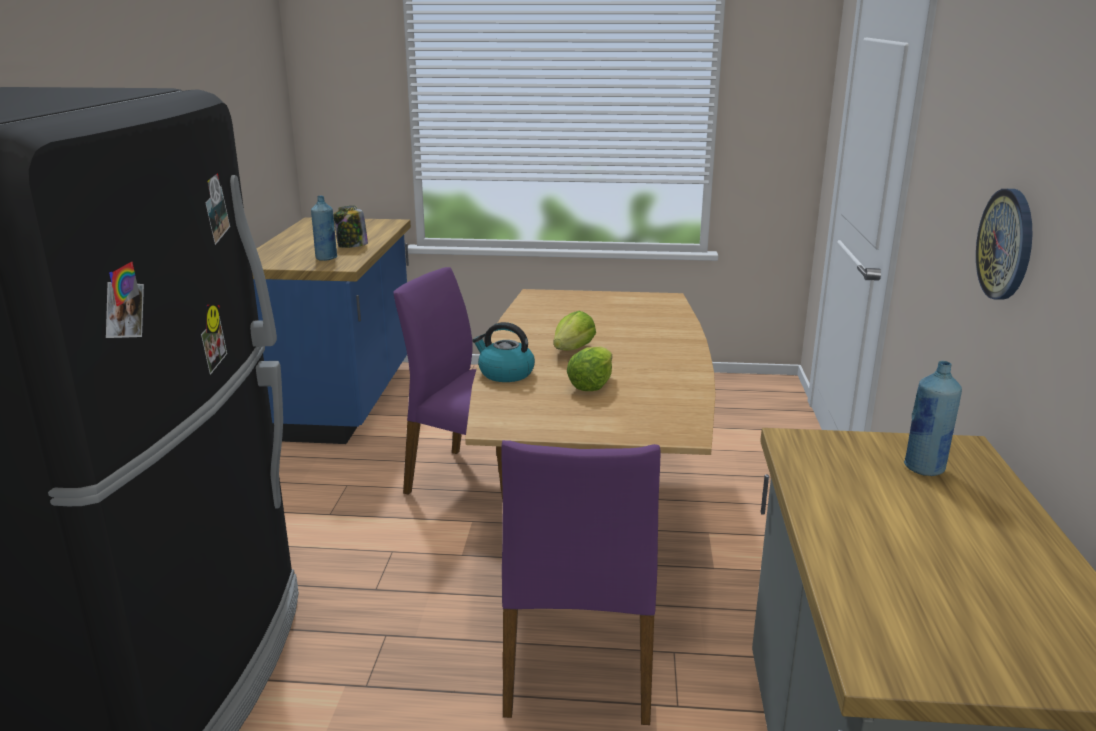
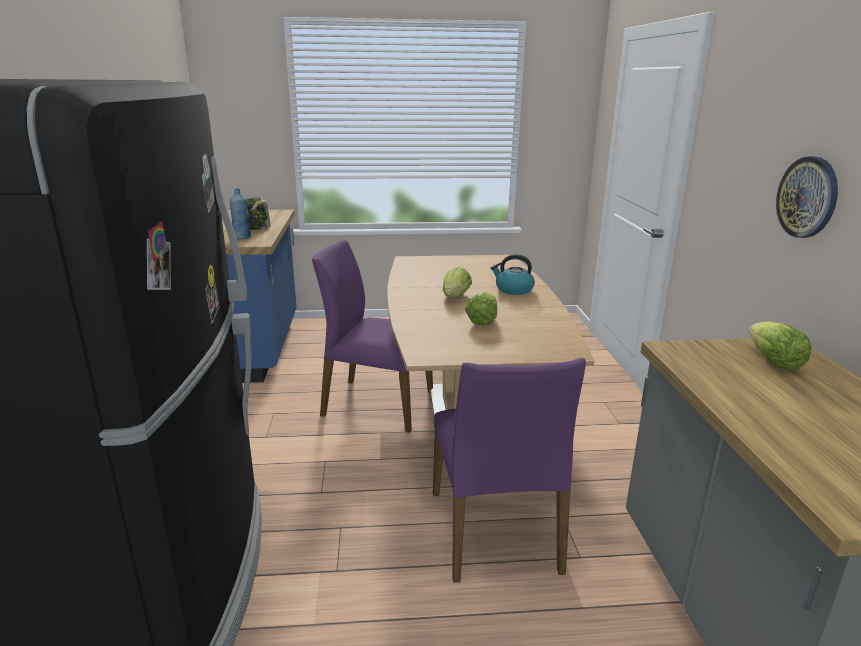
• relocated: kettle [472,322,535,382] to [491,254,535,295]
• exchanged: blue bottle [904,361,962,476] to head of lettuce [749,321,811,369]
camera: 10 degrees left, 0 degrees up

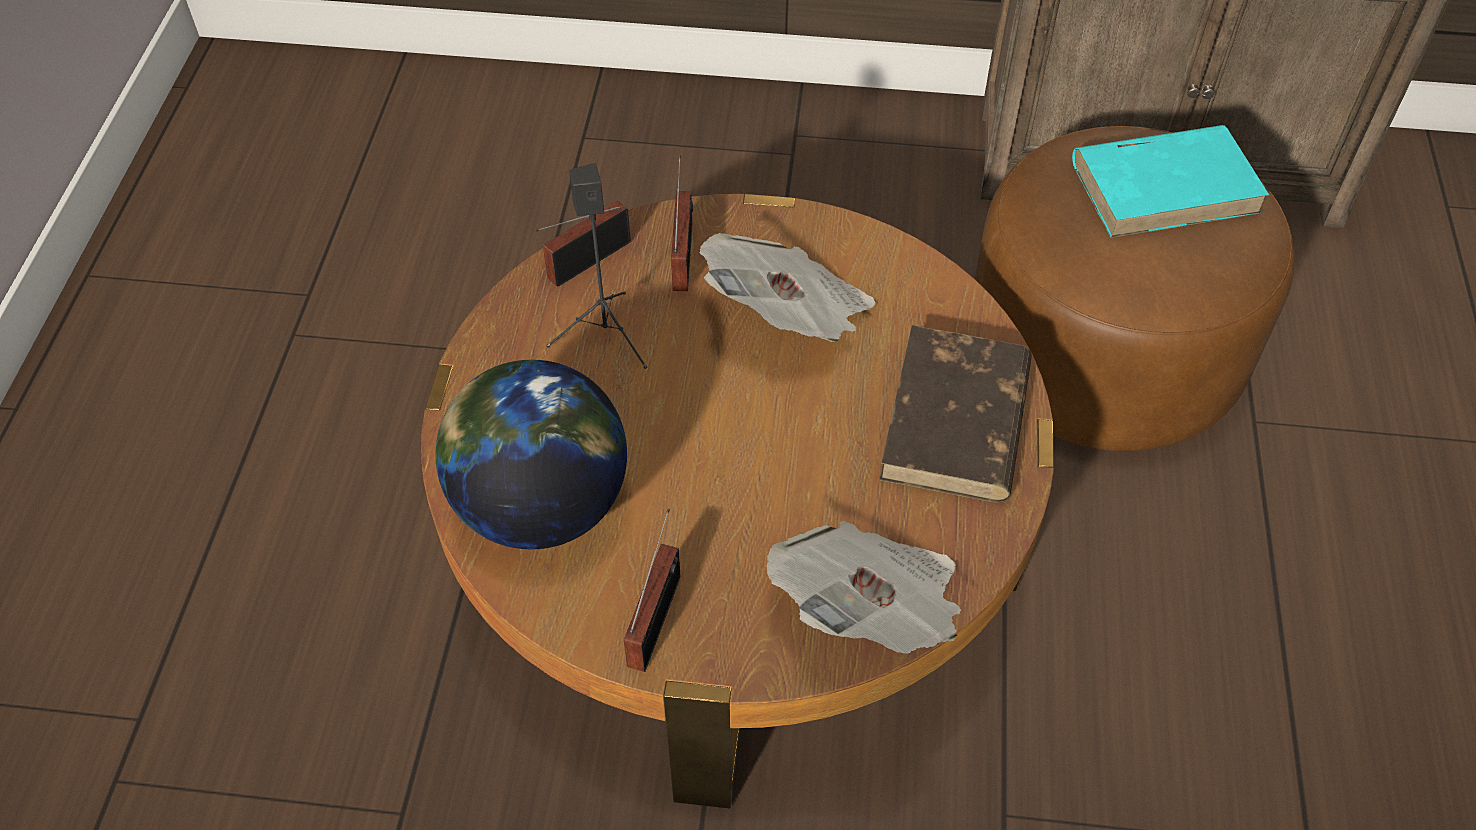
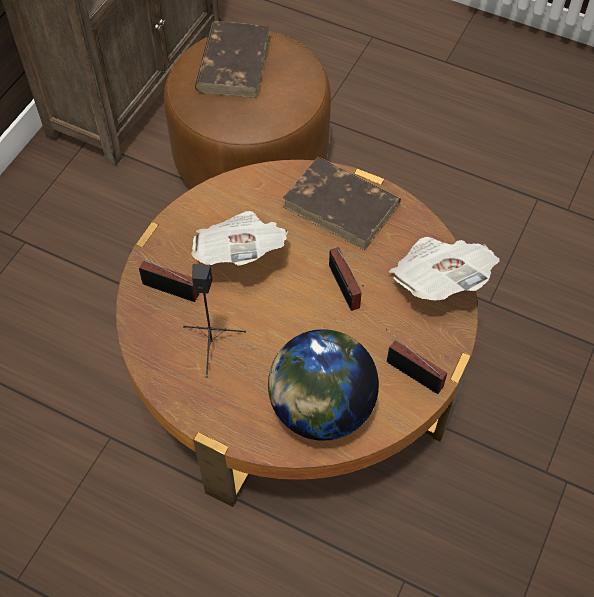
• colour: blue-green book [1072,125,1269,238] to brown-coloured book [195,21,270,98]
• relocated: radio receiver [535,201,631,287] to [329,247,364,311]
camera: 70 degrees left, 5 degrees up

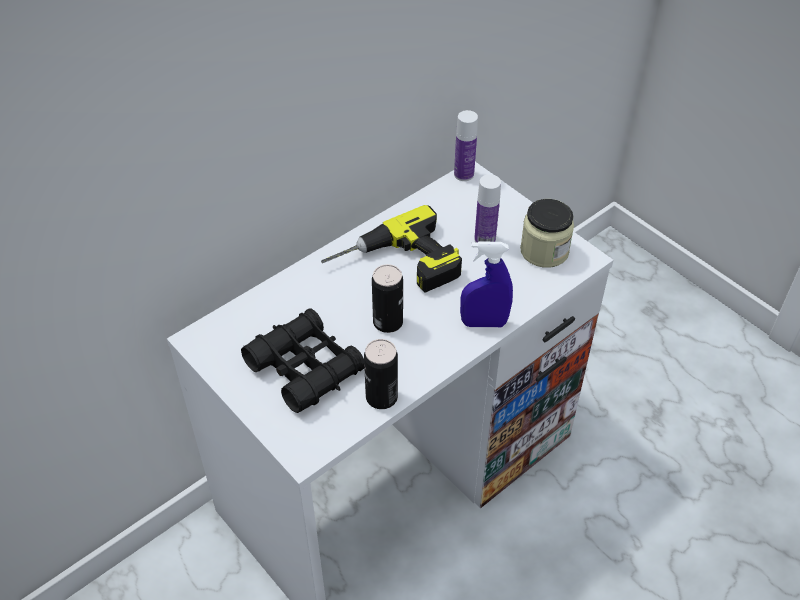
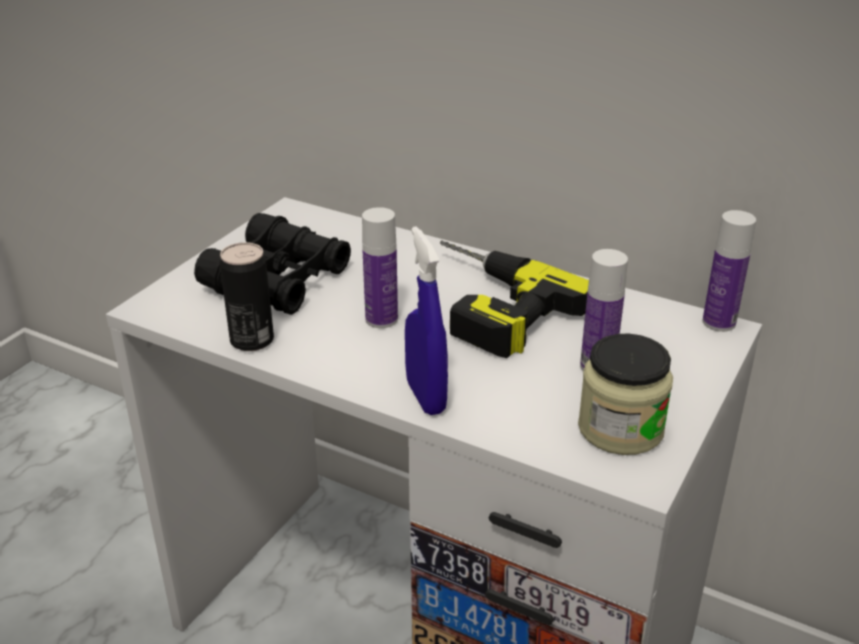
• exchanged: metal can [372,264,403,333] to bottle [362,207,398,328]
camera: 70 degrees right, 15 degrees down

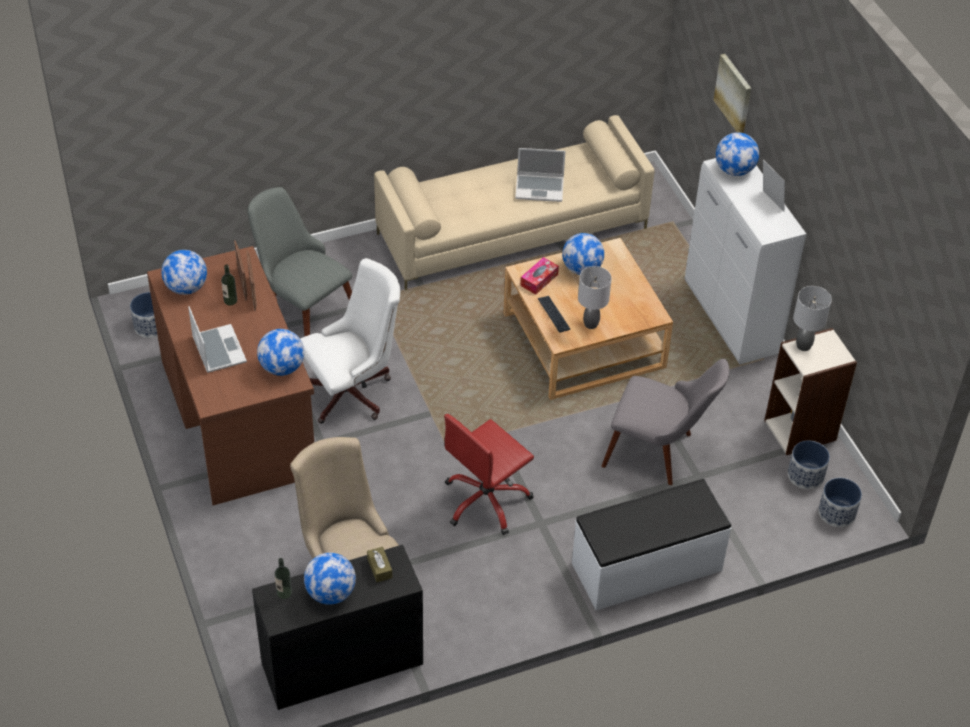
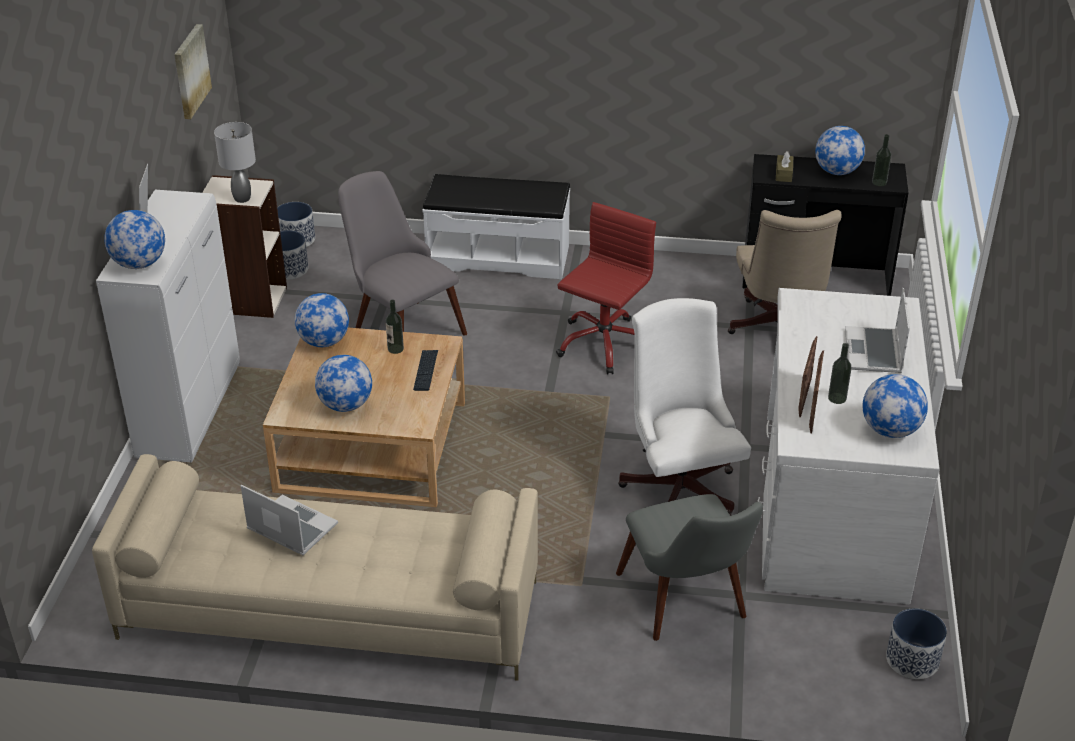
• relocated: picture [714,54,751,133] to [174,24,212,119]
• relocated: globe [257,329,304,376] to [295,293,349,347]
• exchanged: greyish lamp for a table [578,266,612,329] to bottle [386,300,404,354]
• spun: red office chair [444,414,534,535] = [556,202,656,374] 45 degrees counterclockwise
• spun: white-coloured office chair [300,258,400,424] = [618,298,751,516] 75 degrees clockwise
• colour: brown-coloured desk table [147,246,314,505] to white-coloured desk table [757,288,940,604]
• missing: tissue holder [520,257,559,295]
camera: 150 degrees left, 10 degrees down

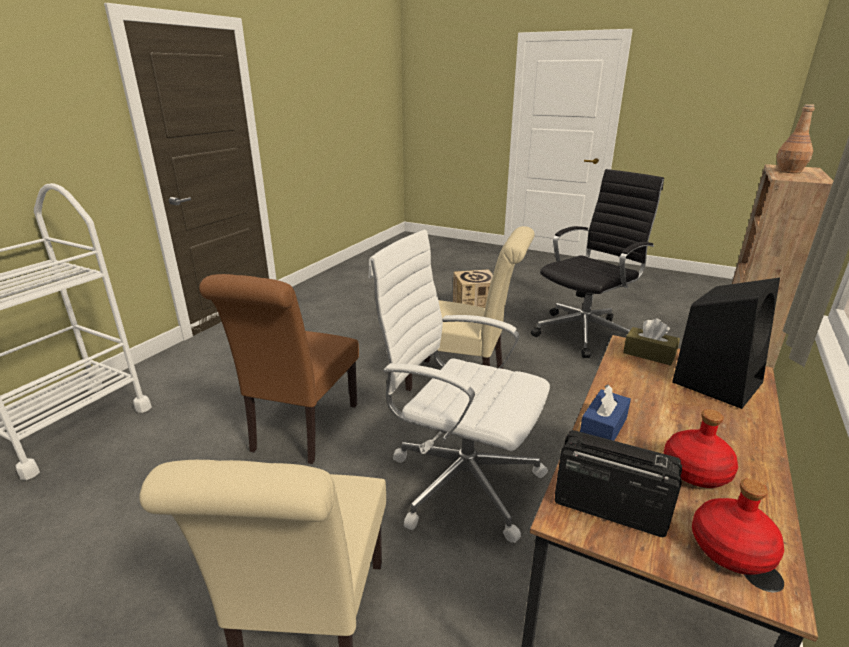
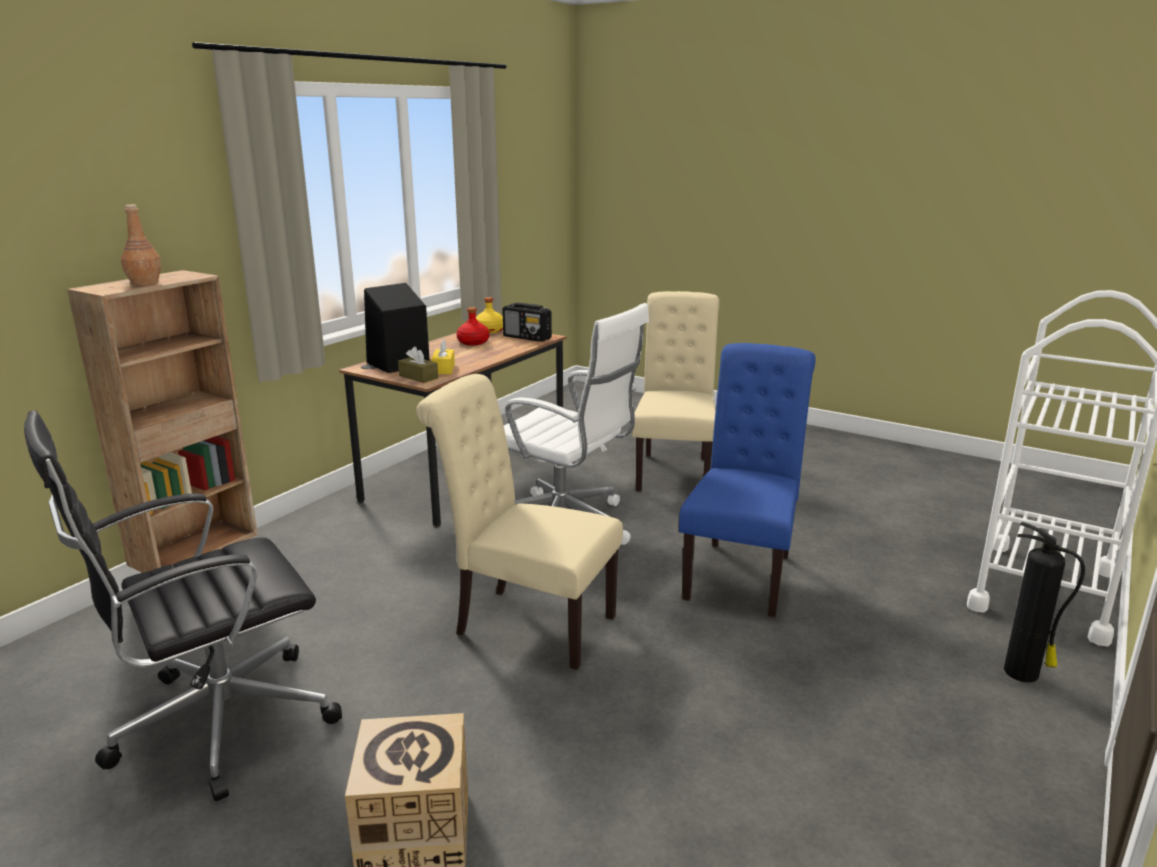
• appeared: yellow-coloured tissue holder [431,339,455,374]
• colour: red bottle [692,479,784,575] to yellow-coloured bottle [476,297,503,334]
• colour: brown-coloured plain chair [199,274,359,464] to blue plain chair [679,343,816,618]
• appeared: fire extinguisher [1004,522,1085,682]
• missing: blue tissue holder [580,384,631,441]
camera: 175 degrees left, 5 degrees down

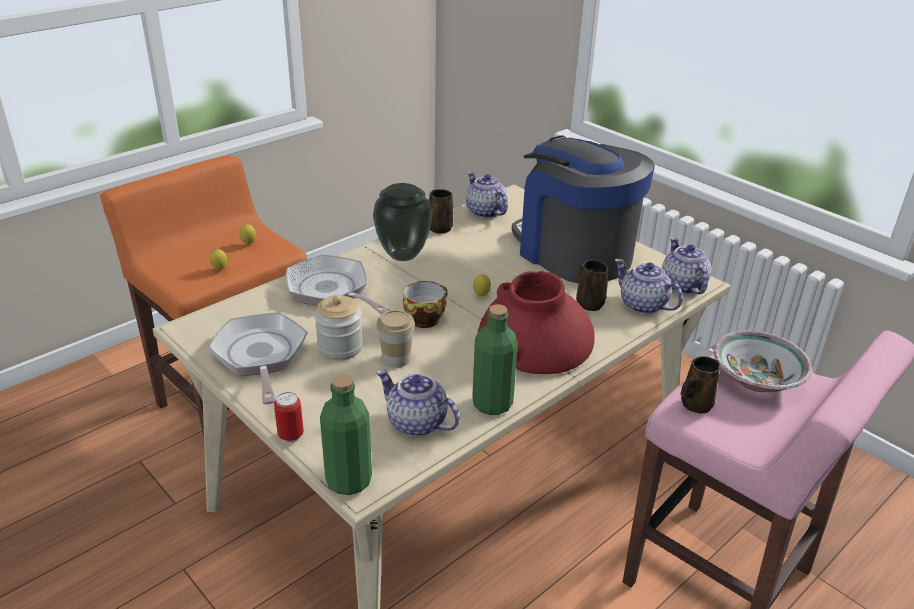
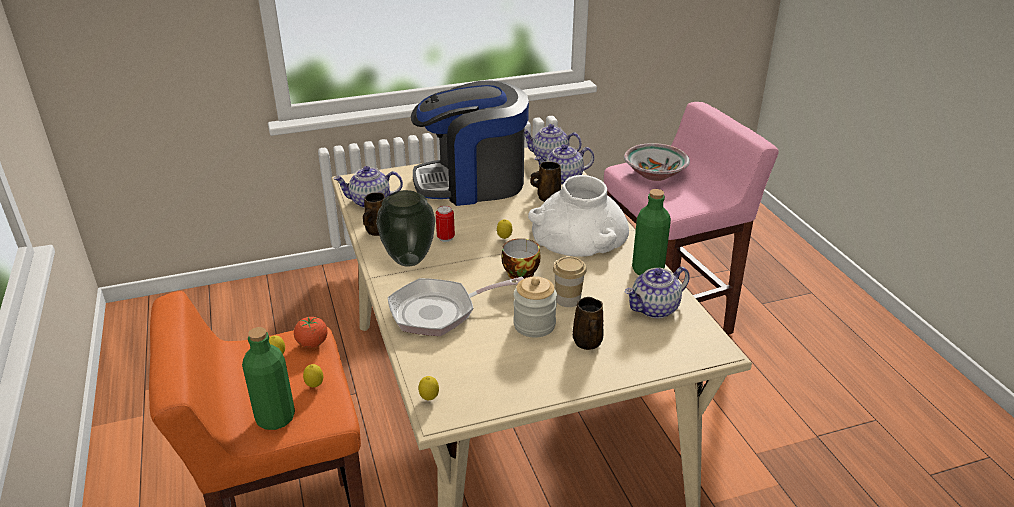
• relocated: greenish bottle [320,374,372,495] to [242,327,295,430]
• appeared: whole tomato [294,317,328,348]
• appeared: whole lemon [418,376,439,400]
• relocated: metal can [274,392,304,443] to [436,206,455,242]
• colour: red flower vase [478,271,595,374] to white-coloured flower vase [528,175,629,257]
• relocated: brown-coloured coffee mug [681,356,720,413] to [573,297,603,350]
• missing: skillet [208,312,308,404]
camera: 65 degrees left, 0 degrees up

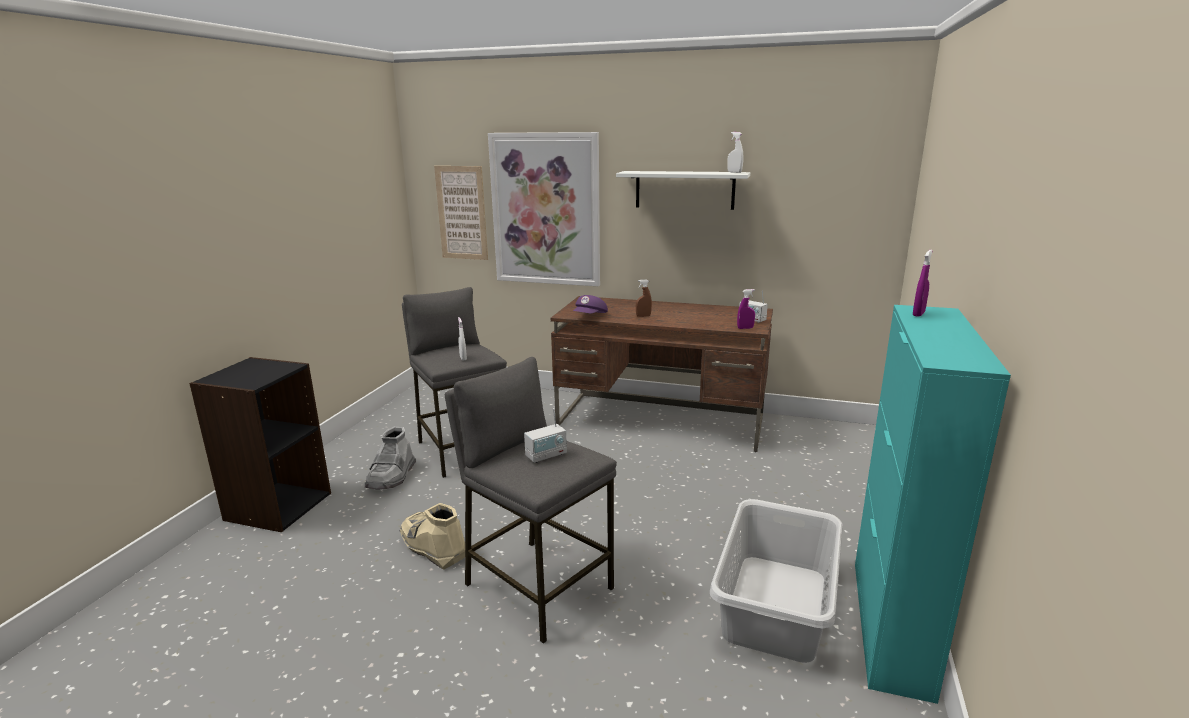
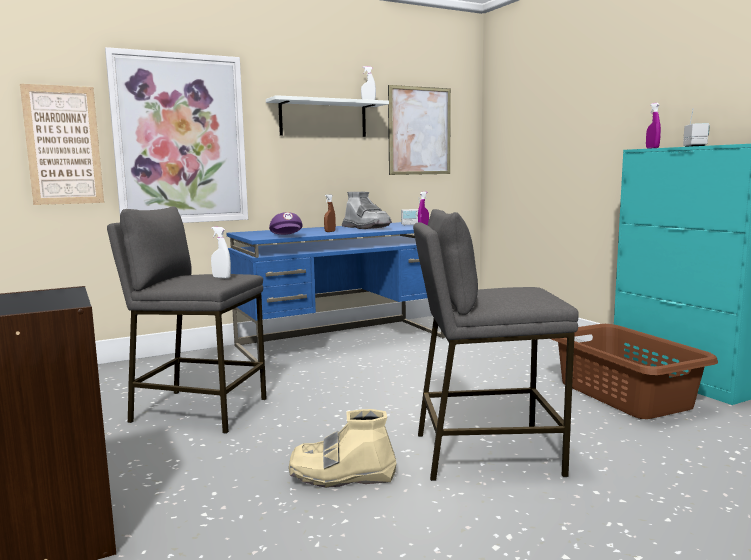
• colour: brown-coloured desk table [551,296,773,452] to blue desk table [227,222,445,362]
• relocated: greyish boot [365,427,416,489] to [342,192,392,229]
• appeared: picture [388,85,451,175]
• colour: greyish washing basket [710,499,843,663] to brown-coloured washing basket [551,324,718,419]
• relocated: radio receiver [524,408,567,463] to [683,108,710,147]
camera: 45 degrees left, 10 degrees down

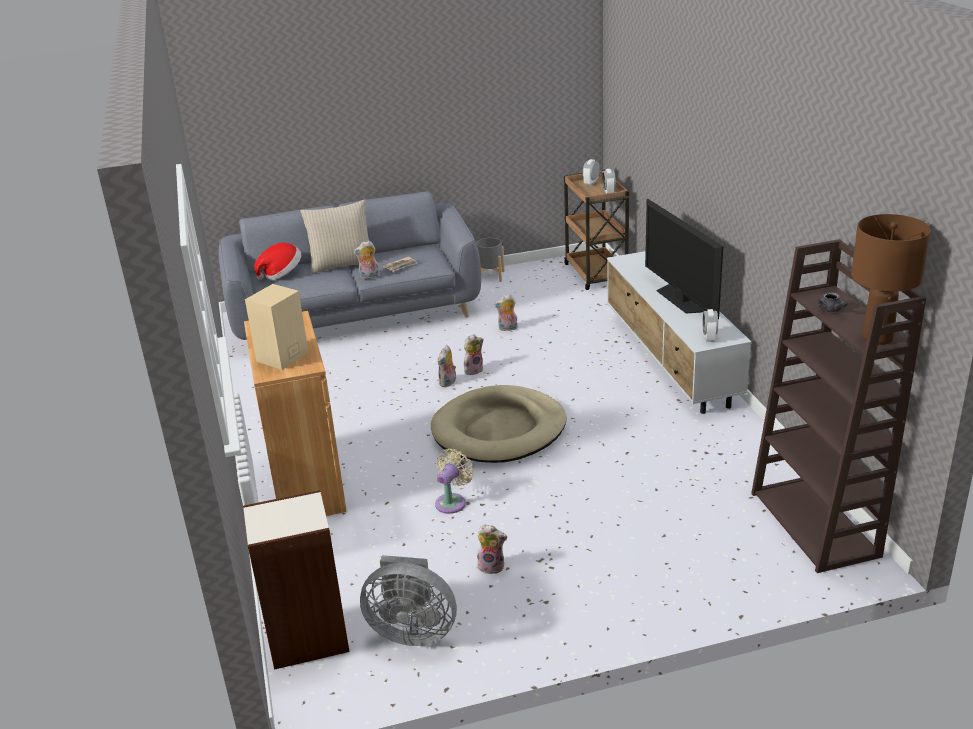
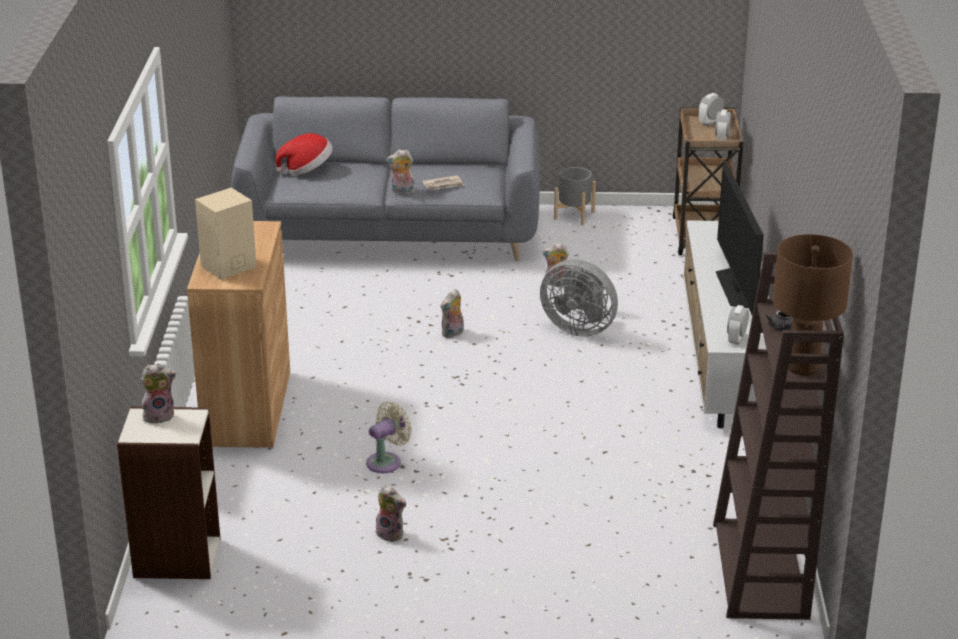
• relocated: plush toy [464,334,484,375] to [141,364,176,423]
• relocated: greyish electric fan [360,555,457,646] to [540,259,618,337]
• missing: beige pillow [300,199,369,274]
• missing: beige dog bed [431,385,567,463]
camera: 15 degrees right, 0 degrees up

